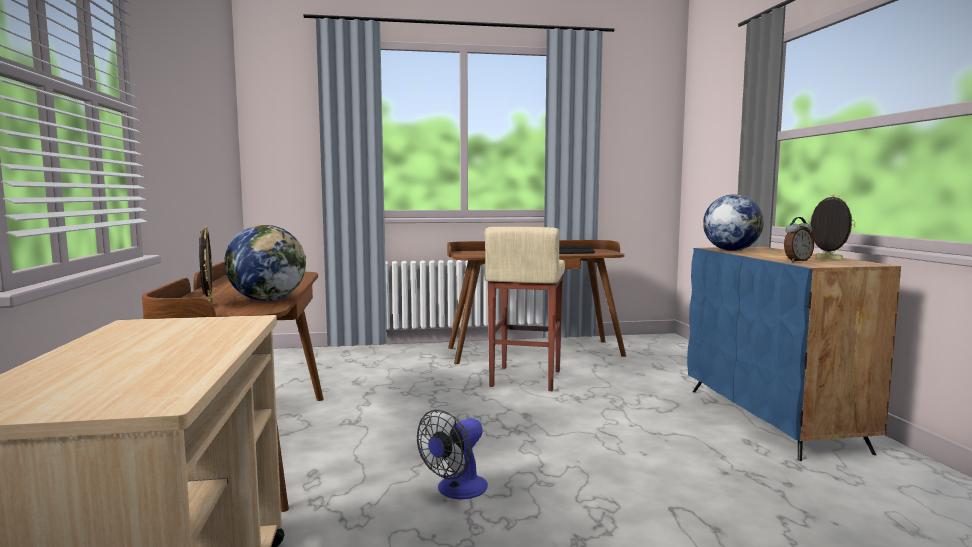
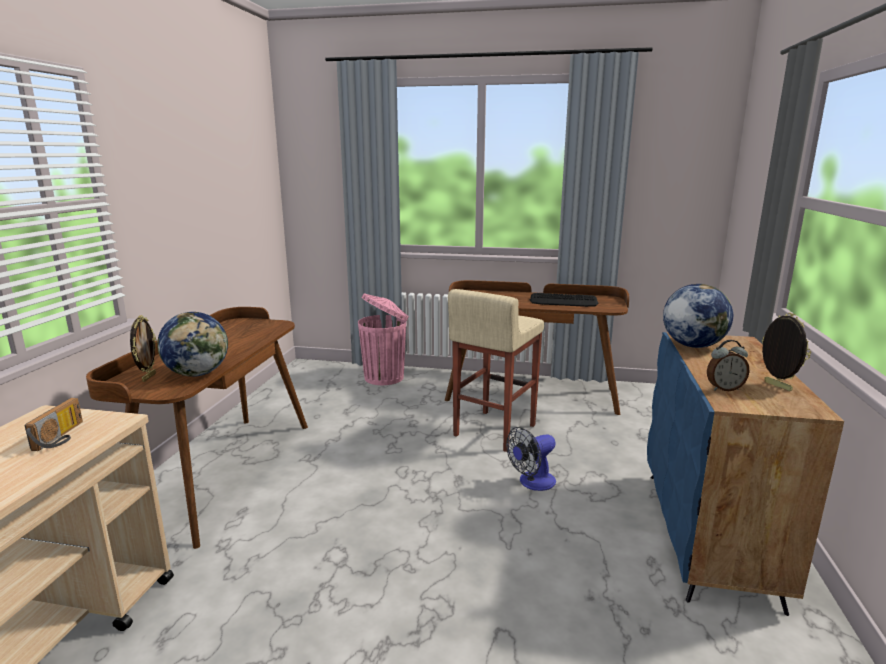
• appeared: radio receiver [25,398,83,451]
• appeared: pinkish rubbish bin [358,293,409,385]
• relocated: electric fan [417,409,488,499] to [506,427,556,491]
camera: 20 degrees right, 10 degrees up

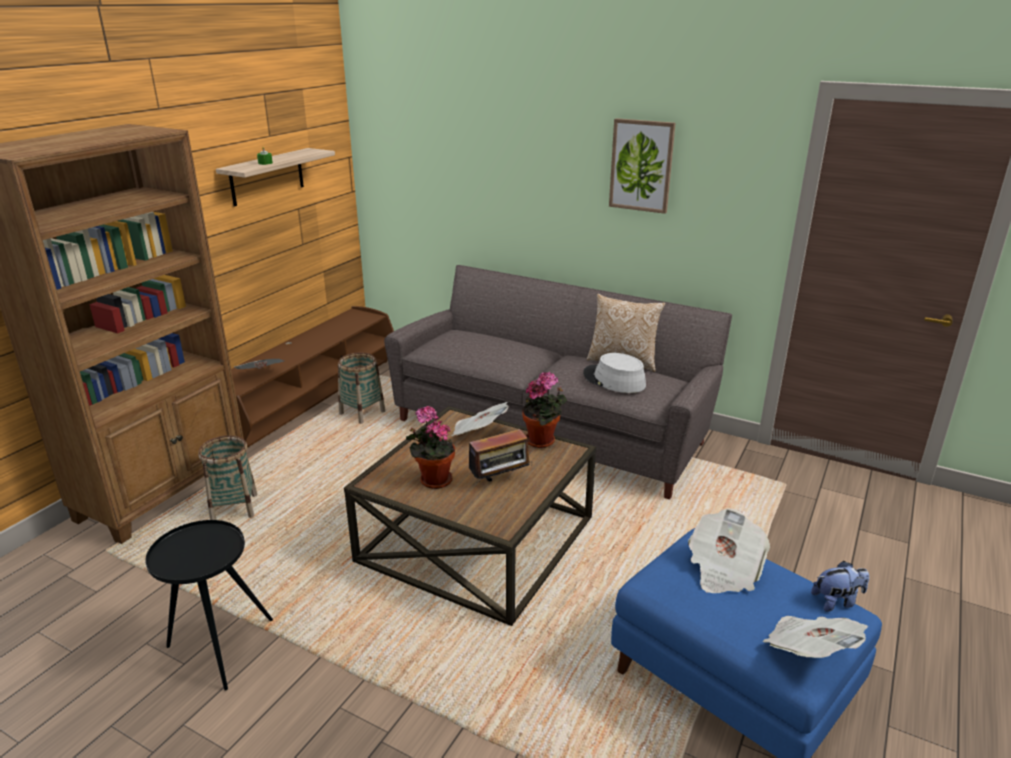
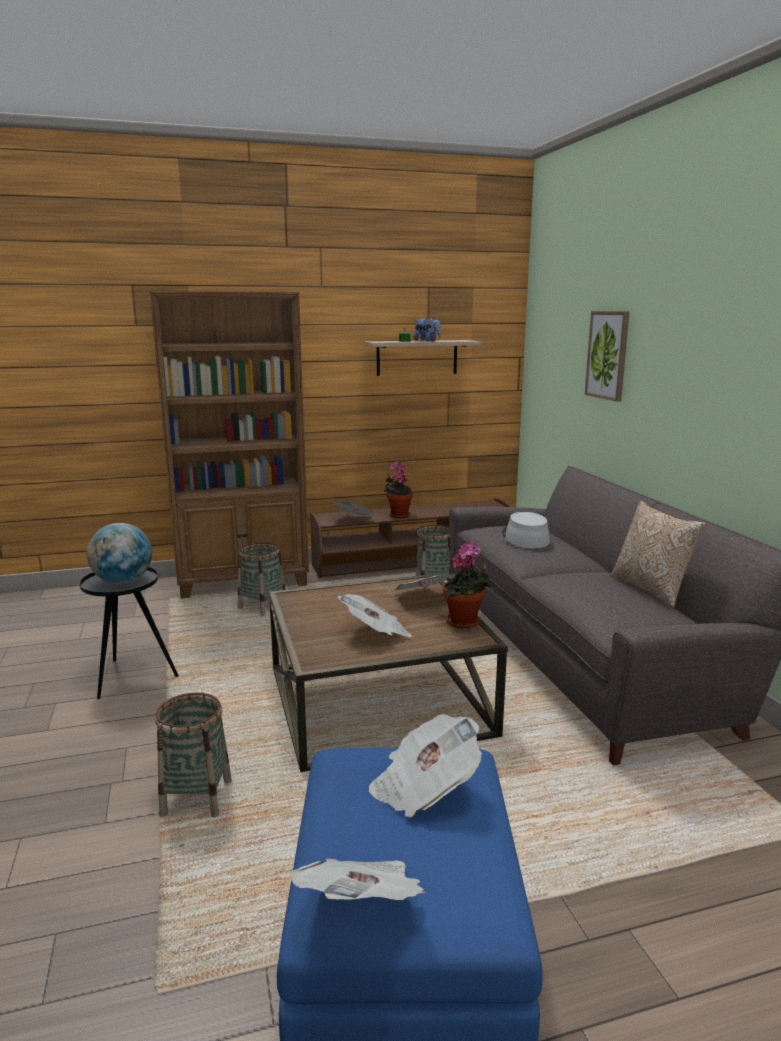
• appeared: globe [87,523,152,584]
• appeared: basket [155,693,232,817]
• exchanged: radio receiver [469,429,532,483] to newspaper [337,594,412,637]
• relocated: plant in a pot [406,406,455,489] to [384,461,413,518]
• relocated: plush toy [811,561,869,612] to [414,318,441,341]
• relocated: greyish clothing hat [583,353,646,393] to [502,512,550,549]
• relocated: picture [609,118,676,214] to [585,311,630,402]
camera: 45 degrees right, 10 degrees down

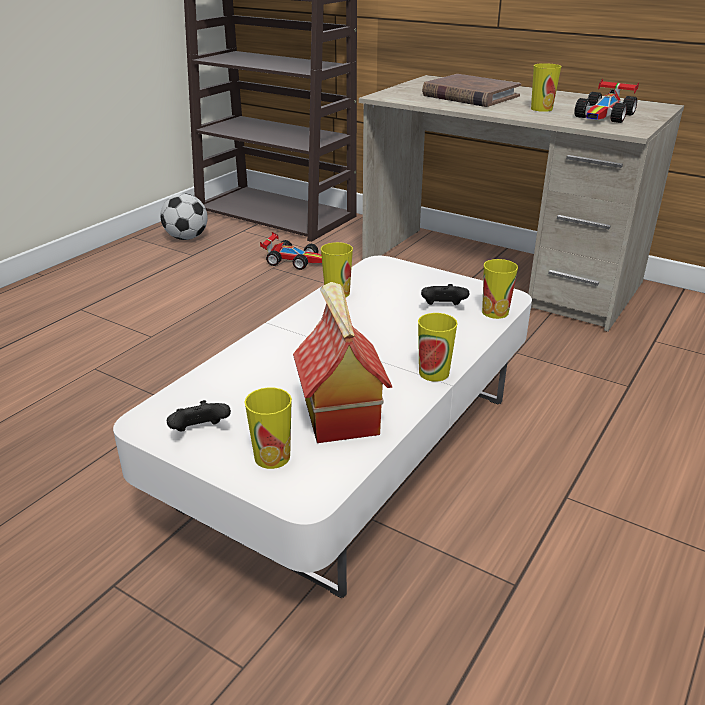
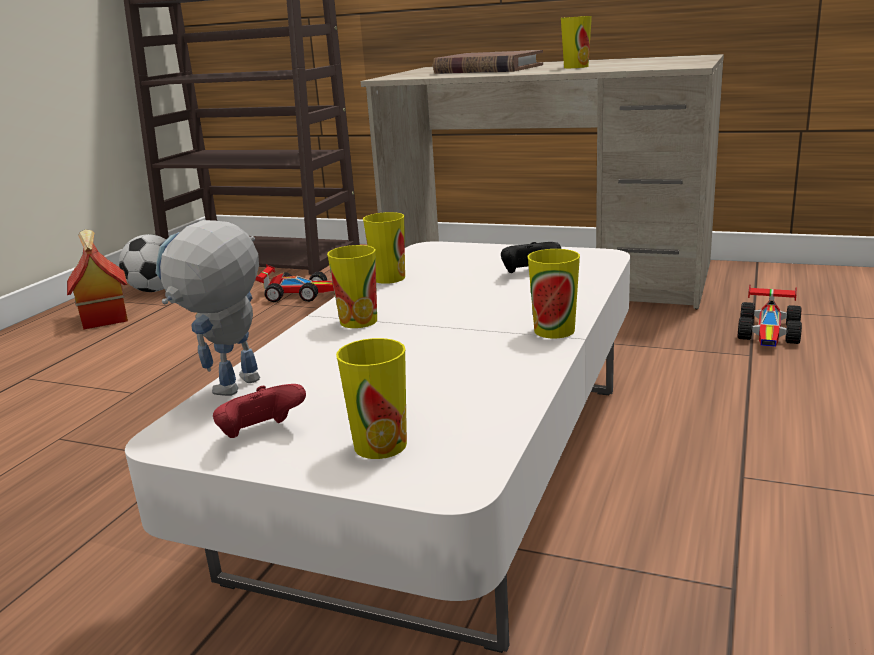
• relocated: model house [293,282,393,443] to [67,229,128,330]
• appeared: robot figure [156,220,260,396]
• colour: black-coloured game controller [167,400,231,432] to red game controller [213,384,306,438]
• relocated: small cup [482,259,518,319] to [327,245,377,328]
• relocated: miniature car [574,79,639,123] to [738,285,802,347]
camera: 10 degrees left, 10 degrees down

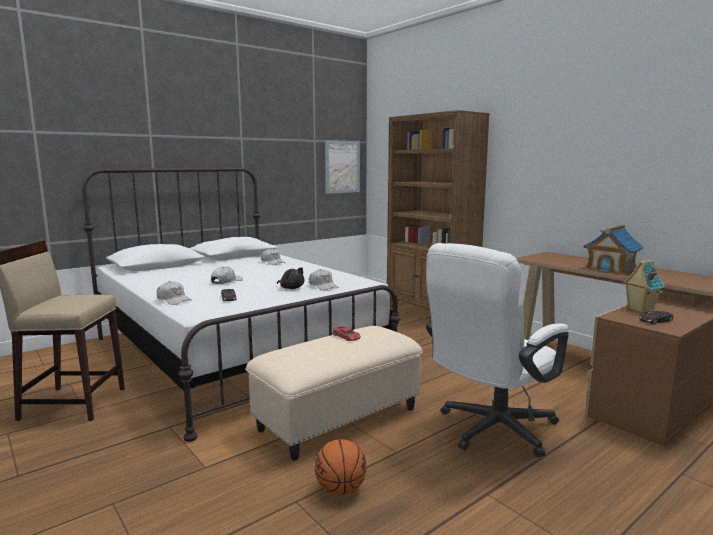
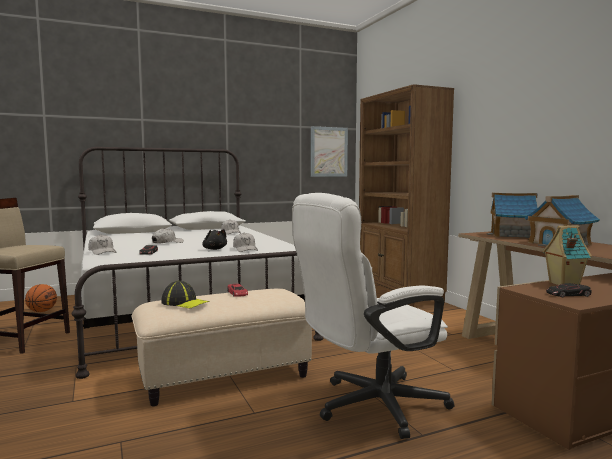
• relocated: ball for basketball [315,439,367,495] to [25,284,57,312]
• appeared: peaked cap [161,281,210,309]
• appeared: model house [487,193,538,237]
camera: 15 degrees right, 5 degrees down

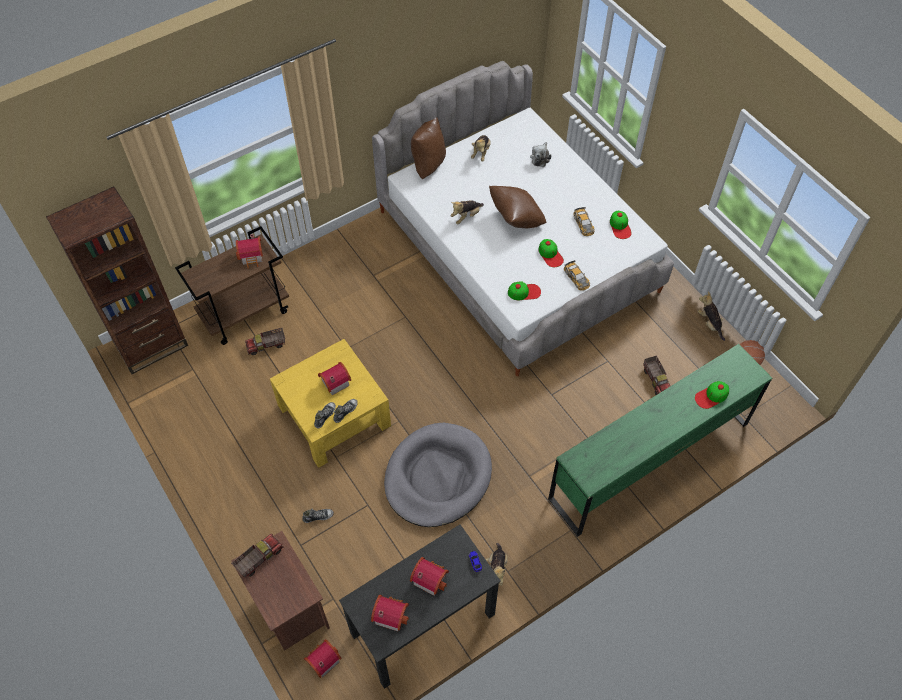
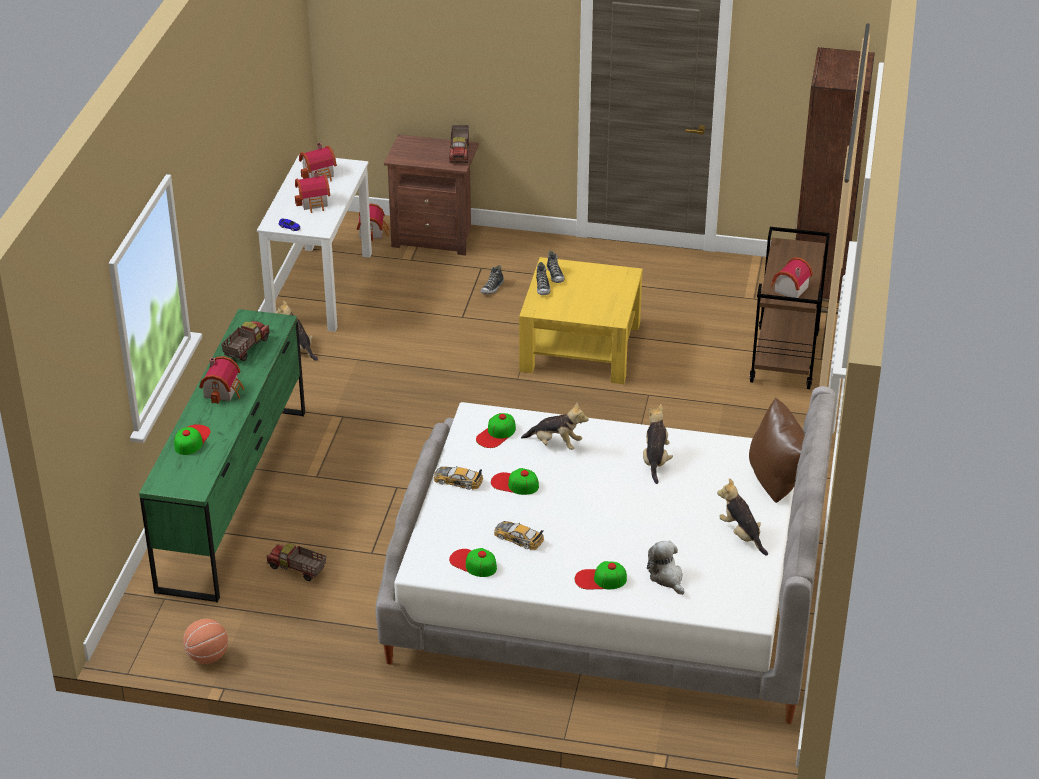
• relocated: model house [318,362,351,395] to [199,356,244,404]
• relocated: toy truck [245,328,285,355] to [221,321,270,361]
• colour: black-coloured desk table [339,524,501,689] to white-coloured desk table [257,155,372,332]
• relocated: plush toy [698,291,725,341] to [521,403,589,450]
• appeared: peaked cap [575,561,627,590]
• missing: greyish dog bed [384,423,492,527]
• missing: brown-coloured pillow [489,186,546,228]
camera: 135 degrees right, 20 degrees down

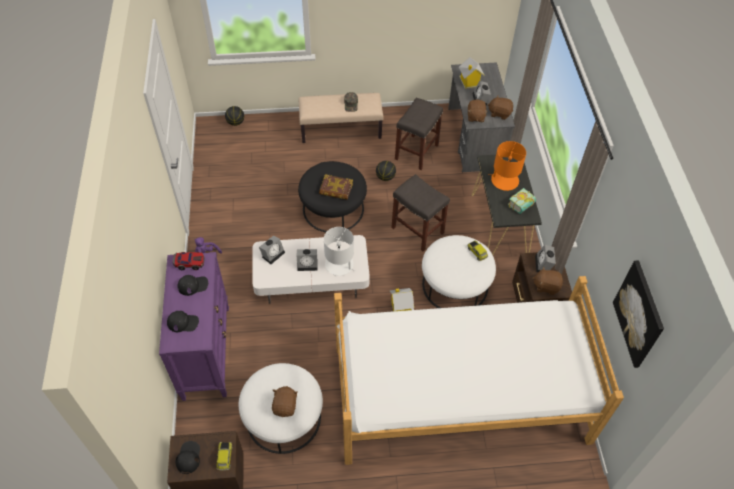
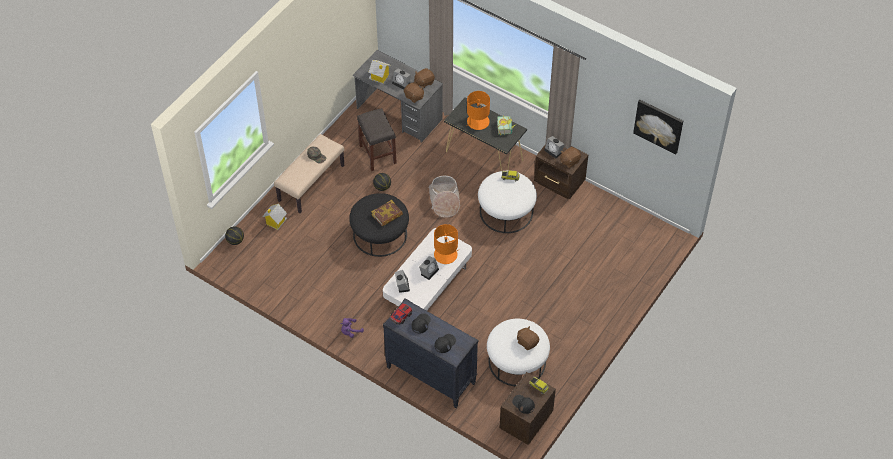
• relocated: model house [390,288,414,311] to [262,204,287,230]
• colour: purplish chest of drawers [159,252,229,401] to black-coloured chest of drawers [383,298,479,408]
• exchanged: greyish sitting stool [391,174,450,251] to basket [428,176,460,218]
• colour: white-coloured lamp for a table [324,227,355,276] to orange-coloured lamp for a table [434,224,460,264]
• missing: bedroom bed [334,276,624,465]
camera: 50 degrees left, 0 degrees up

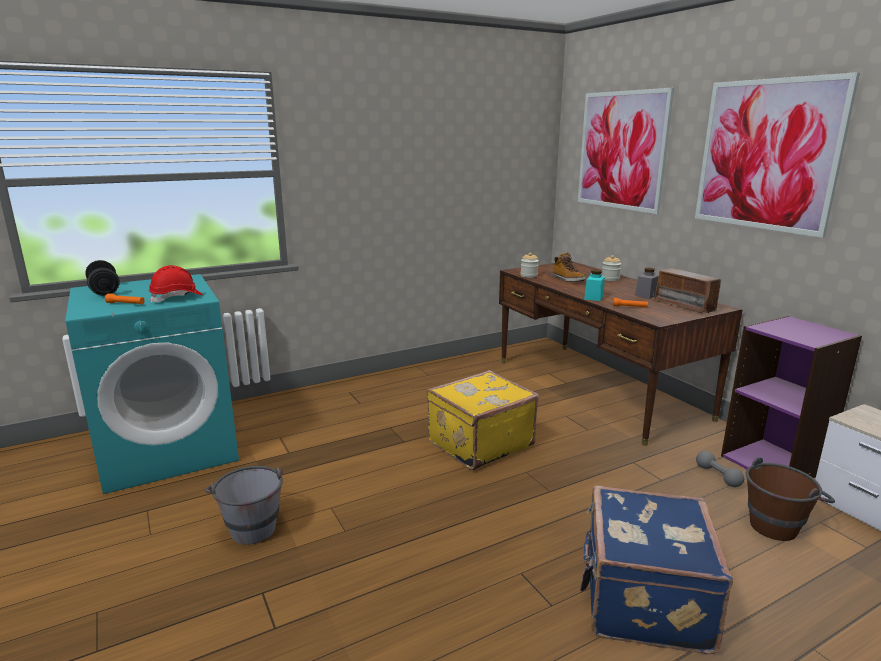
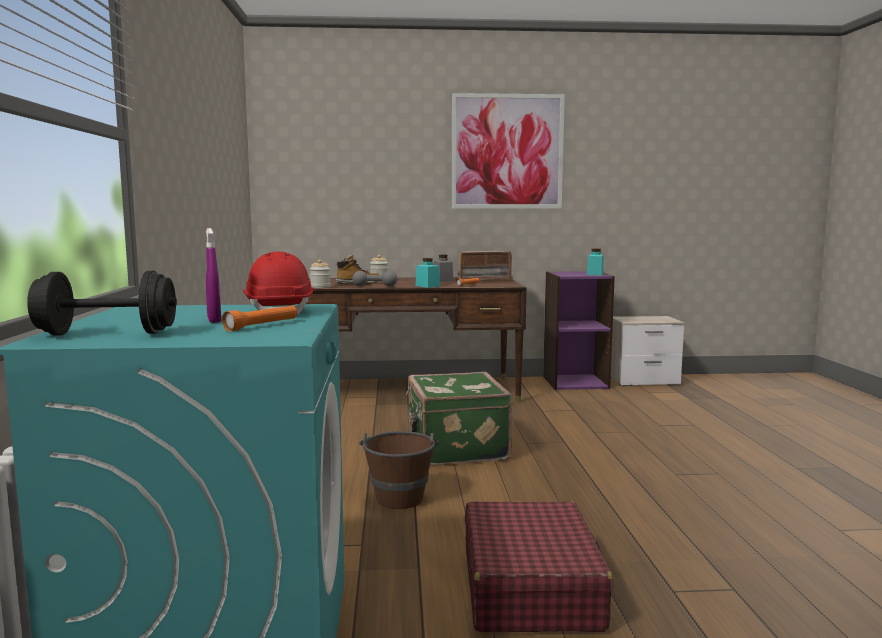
• appeared: purplish hand sprayer [206,228,221,323]
• relocated: greyish dumbbell [696,451,744,487] to [352,271,398,286]
• relocated: brown-coloured water bucket [746,457,835,541] to [359,431,440,509]
• colour: yellow-coloured piece of luggage [427,370,539,470] to greenish piece of luggage [406,372,512,466]
• exchanged: greyish water bucket [205,466,283,545] to red piece of luggage [465,501,613,632]
• appeared: blue-green storage jar [587,249,604,275]
• missing: picture [578,88,674,214]
• missing: blue piece of luggage [580,486,733,654]
camera: 65 degrees left, 10 degrees down

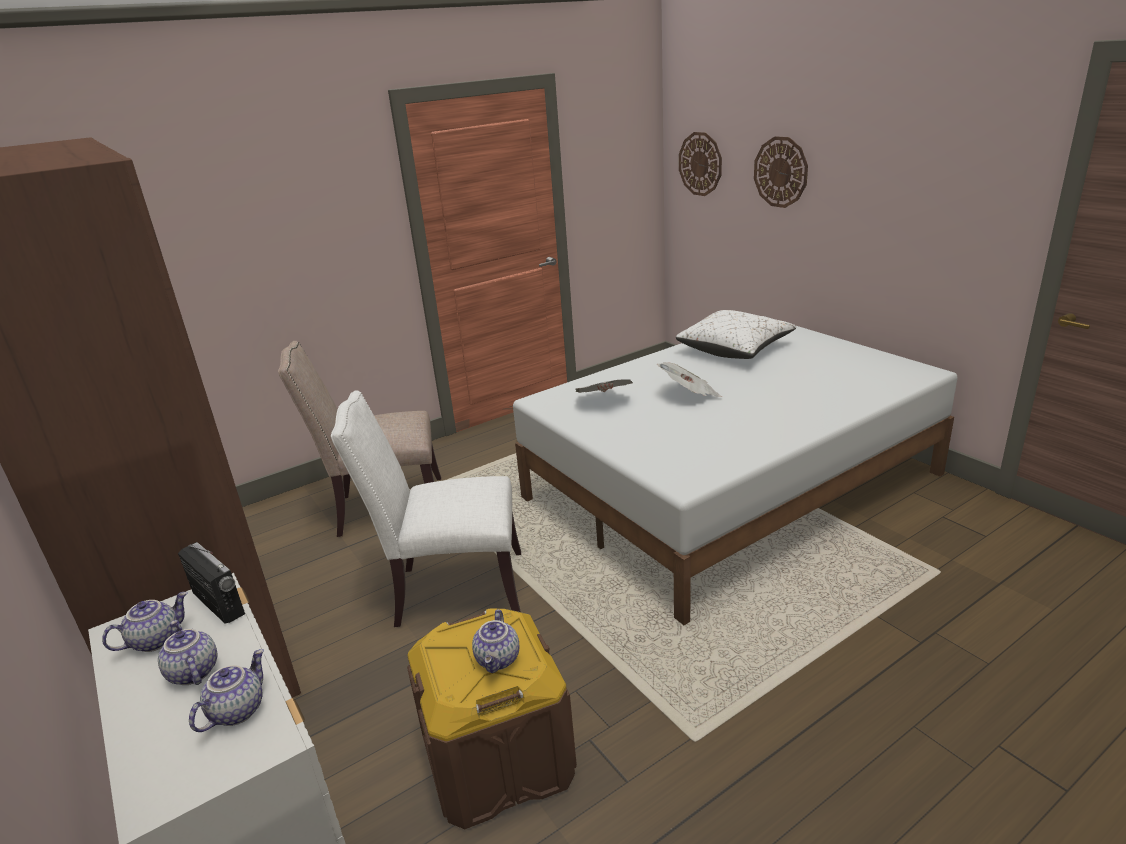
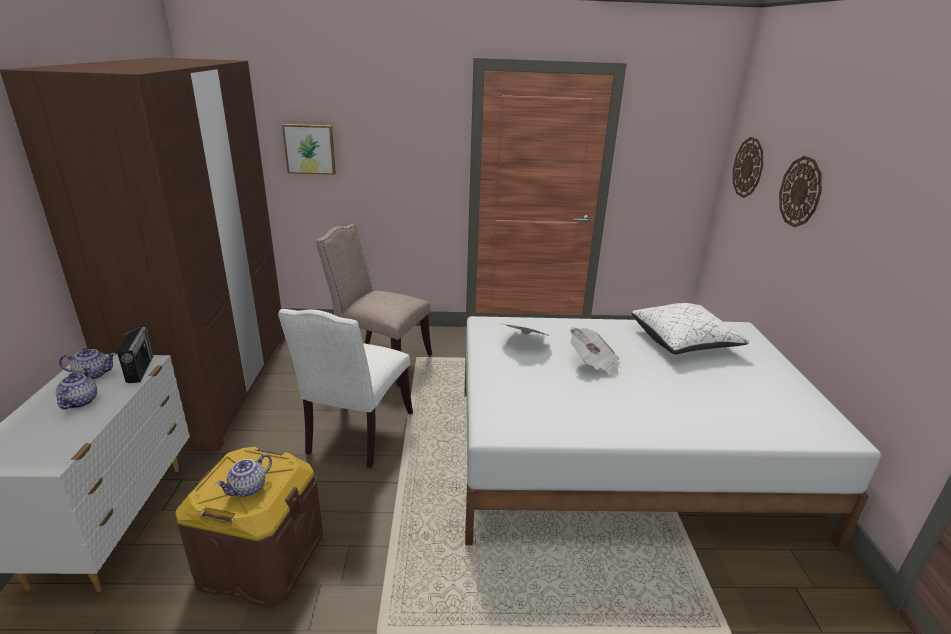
• spun: white-coloured plain chair [331,390,521,627] = [278,309,413,468] 105 degrees counterclockwise
• appeared: picture [282,124,336,175]
• missing: teapot [189,649,264,732]
camera: 30 degrees right, 0 degrees up

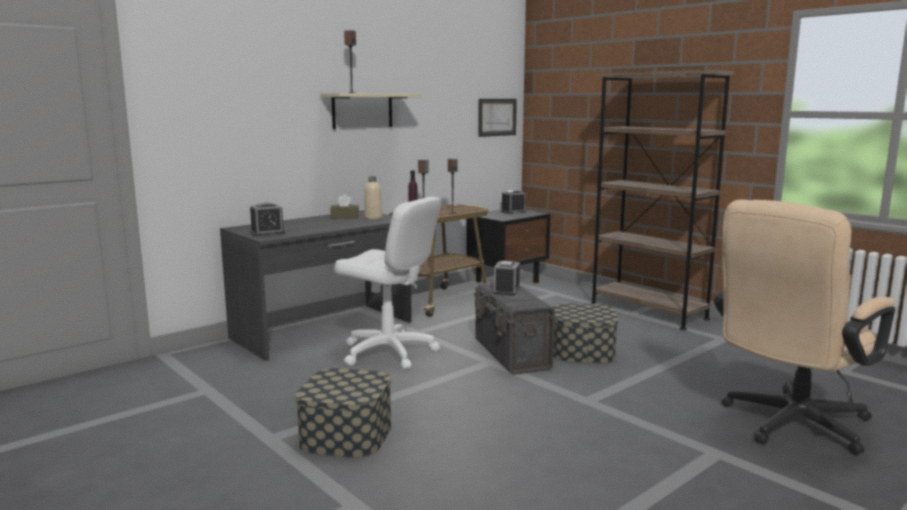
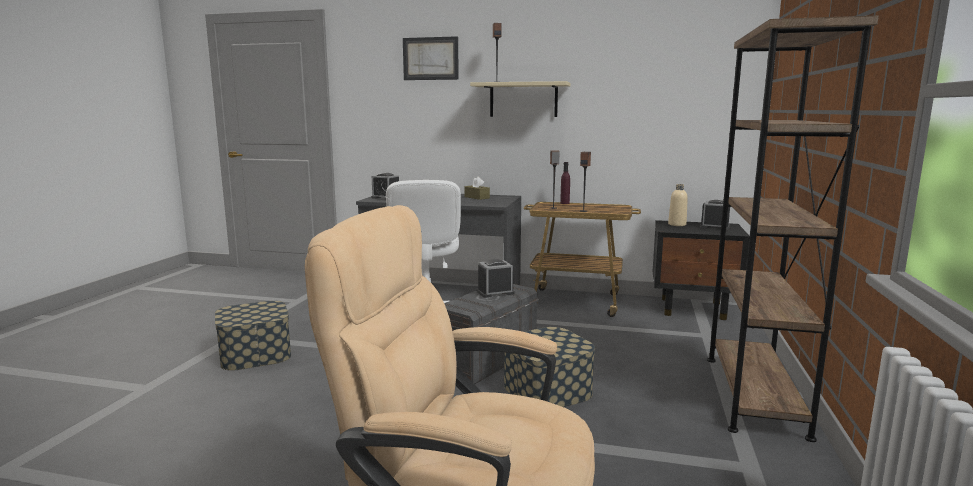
• relocated: picture [478,99,517,137] to [403,36,459,80]
• relocated: beige bottle [364,176,382,219] to [668,184,688,226]
camera: 55 degrees right, 0 degrees up

